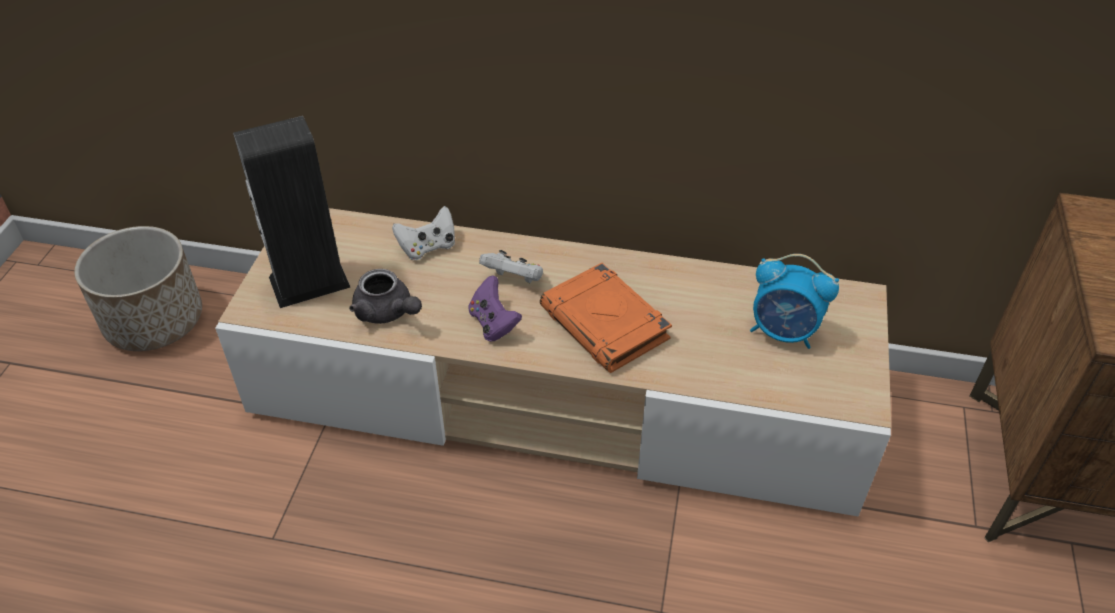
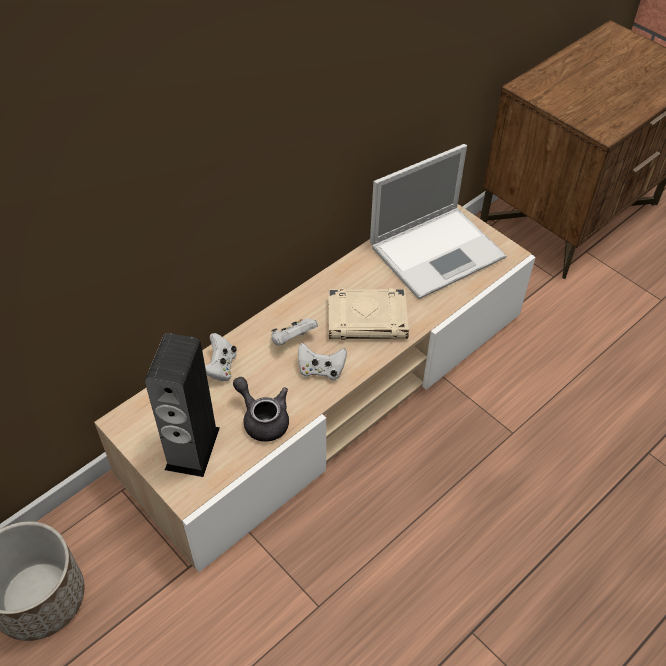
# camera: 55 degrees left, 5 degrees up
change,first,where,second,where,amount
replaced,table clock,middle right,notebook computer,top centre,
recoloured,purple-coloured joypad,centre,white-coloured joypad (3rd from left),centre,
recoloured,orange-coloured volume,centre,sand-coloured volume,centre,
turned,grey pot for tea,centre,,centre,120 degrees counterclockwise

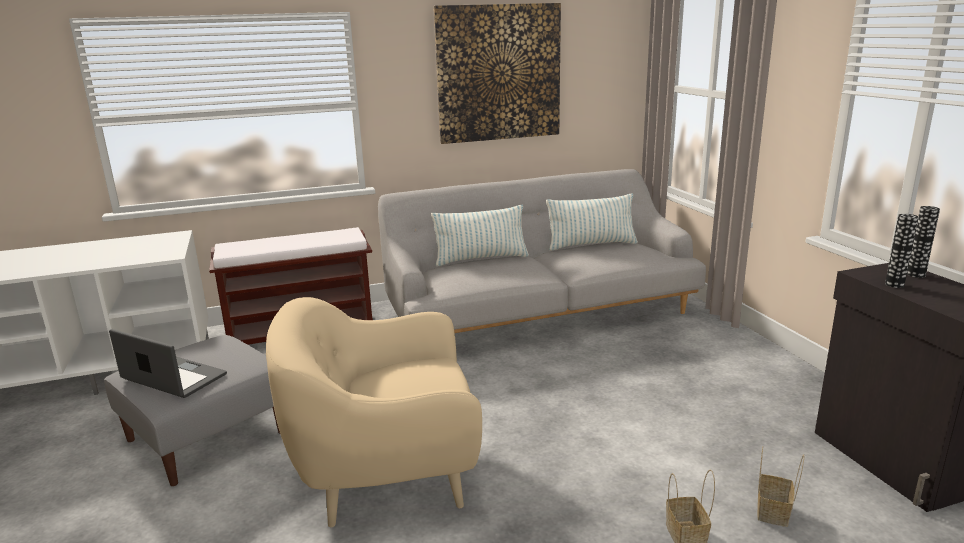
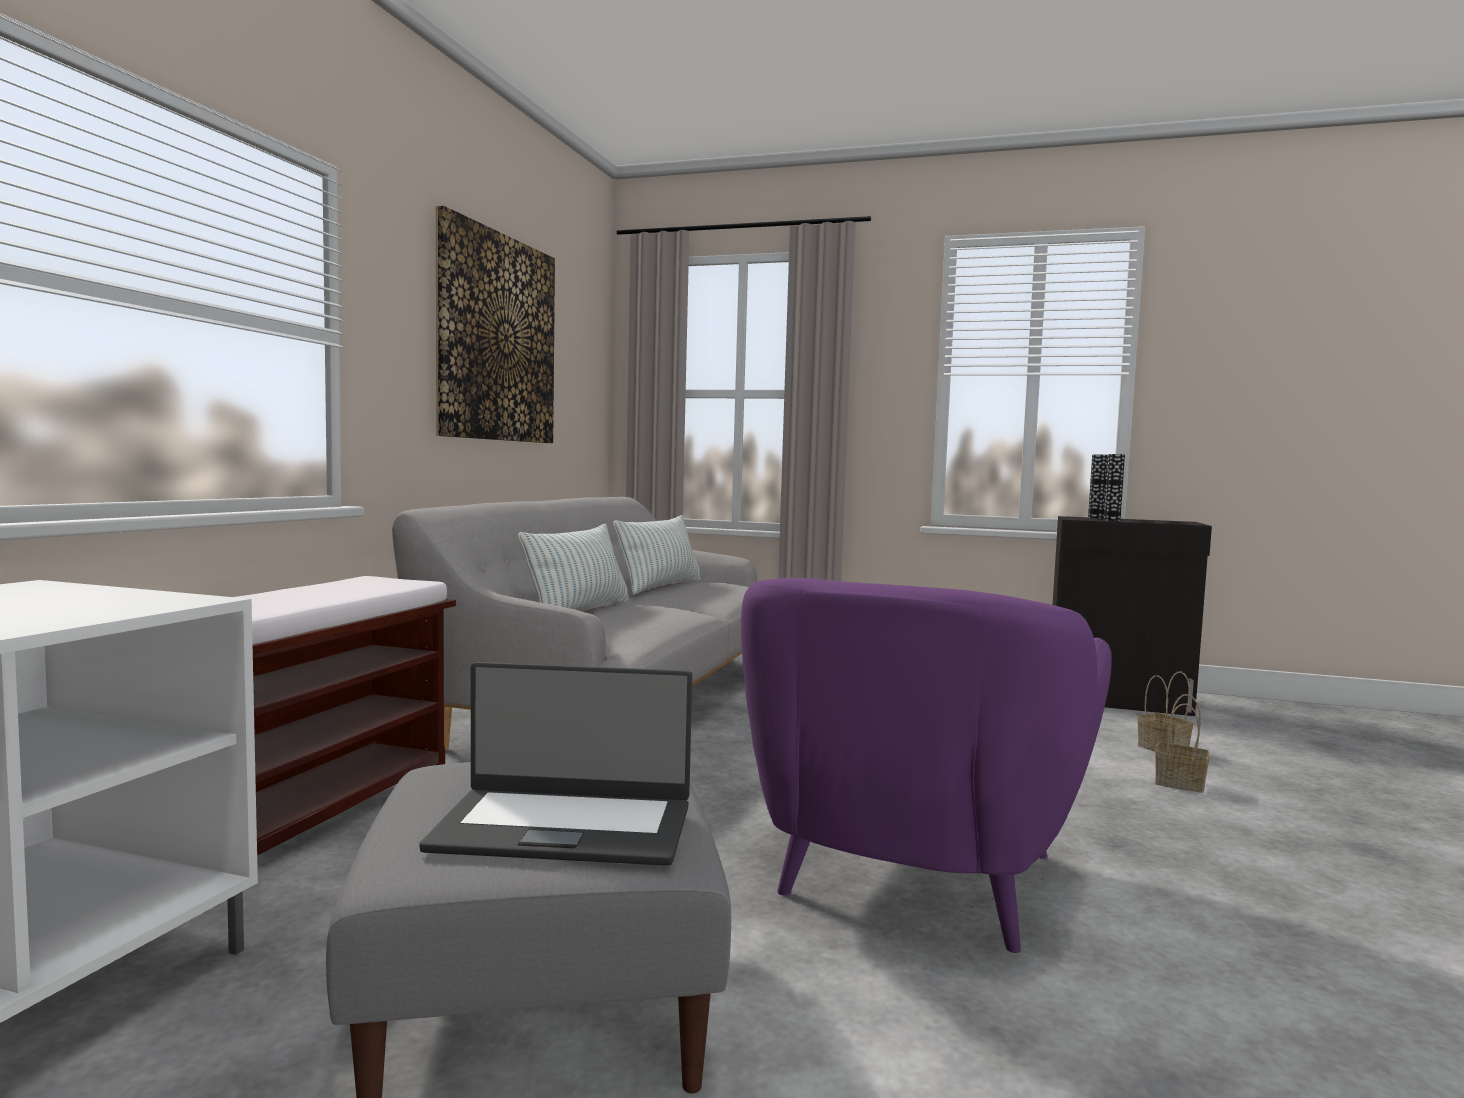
# camera: 55 degrees left, 15 degrees down
change,first,where,second,where,amount
recoloured,sand-coloured lounge chair,bottom centre,purple-coloured lounge chair,bottom centre,
turned,notebook computer,bottom left,,bottom centre,150 degrees counterclockwise

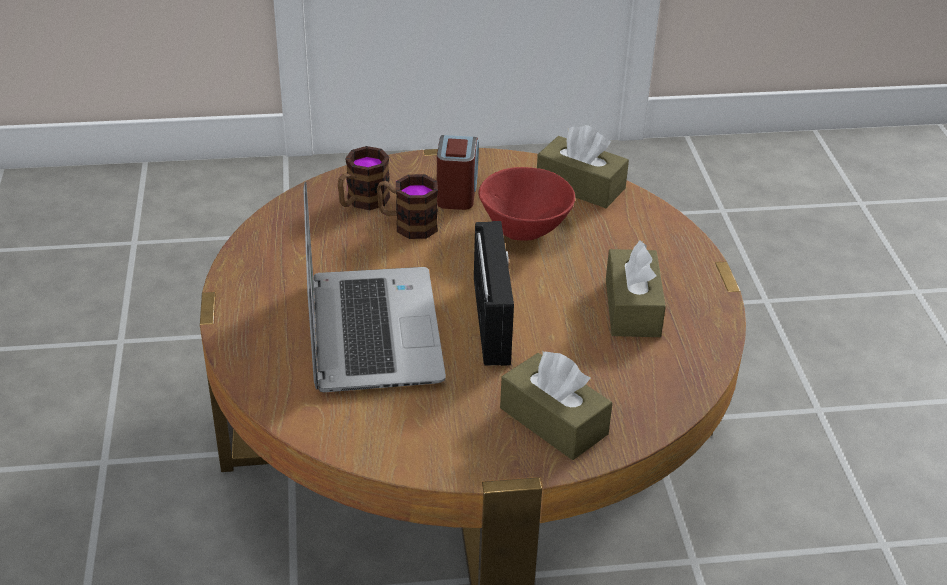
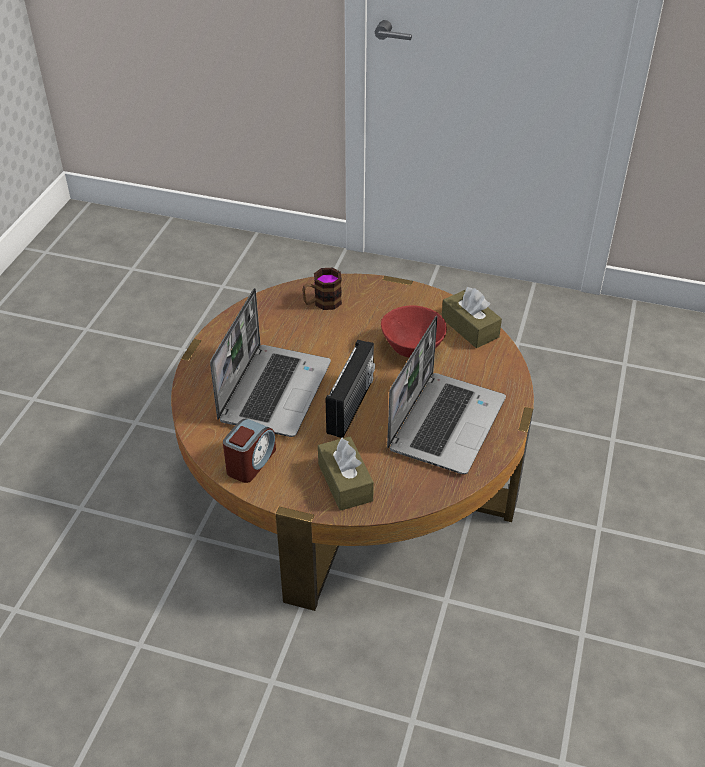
# camera: 25 degrees right, 5 degrees up
change,first,where,second,where,amount
removed,mug (2nd from left),centre,,,
moved,table clock,top centre,,centre,
replaced,brown-coloured tissue box (3rd from left),middle right,notebook computer (2nd from left),centre,

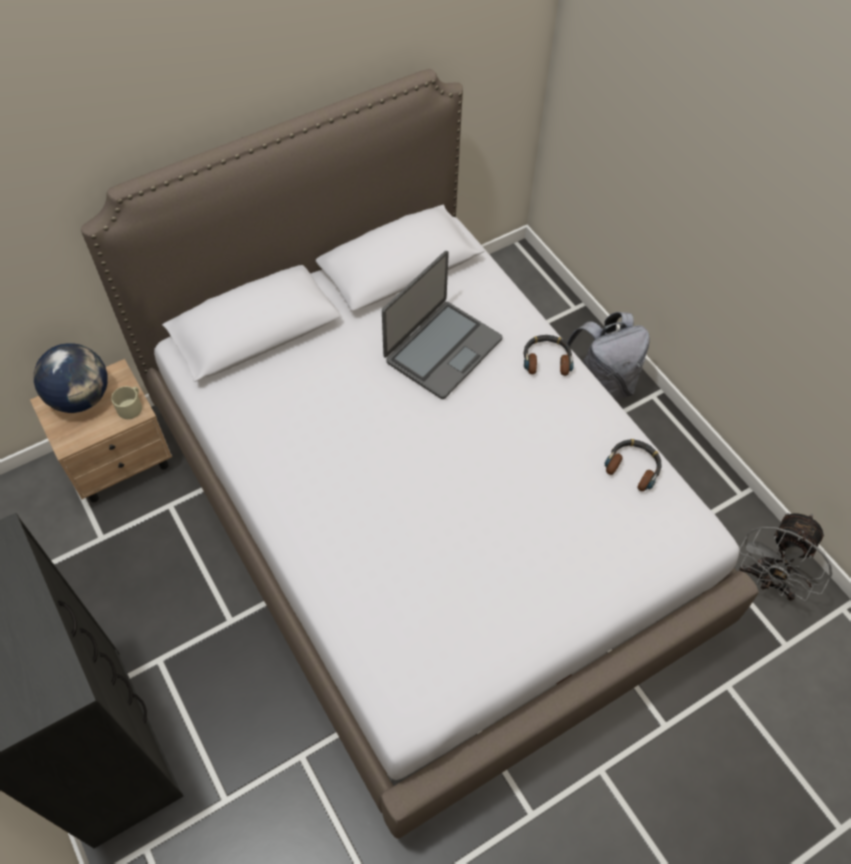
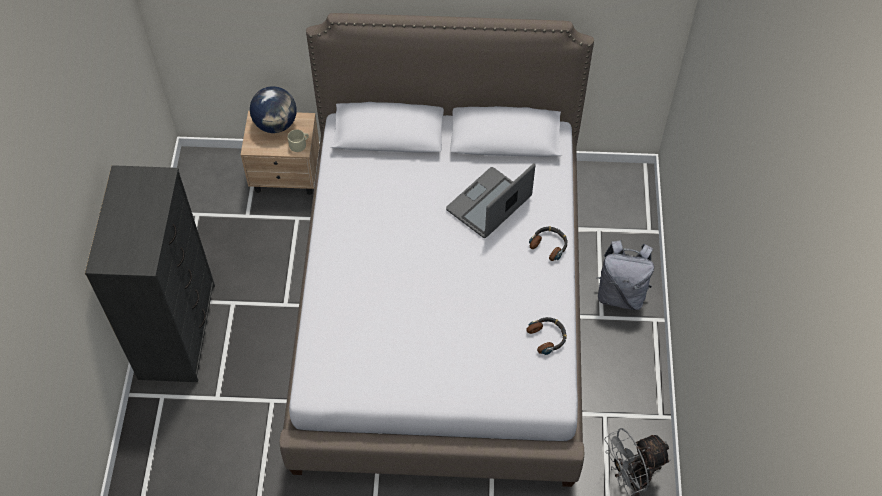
# camera: 35 degrees right, 0 degrees up
change,first,where,second,where,amount
turned,notebook computer,centre,,centre,150 degrees clockwise

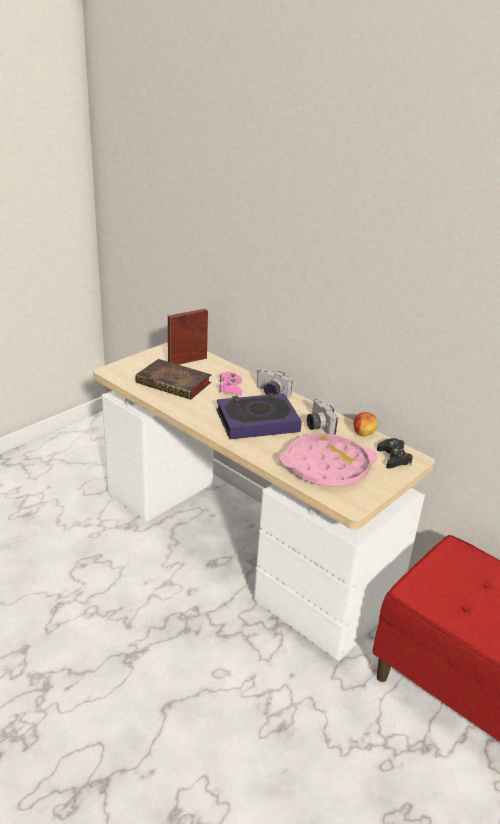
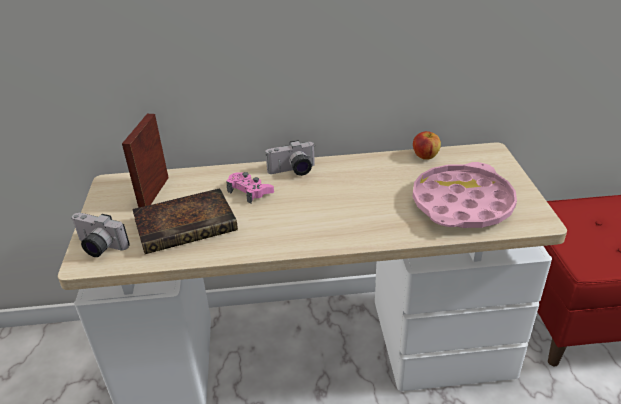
# camera: 45 degrees left, 5 degrees up
change,first,where,second,where,amount
removed,volume (2nd from left),centre,,,
removed,blackish joypad,middle right,,,
moved,still camera (2nd from left in the first image),centre,still camera (1st from left),middle left,

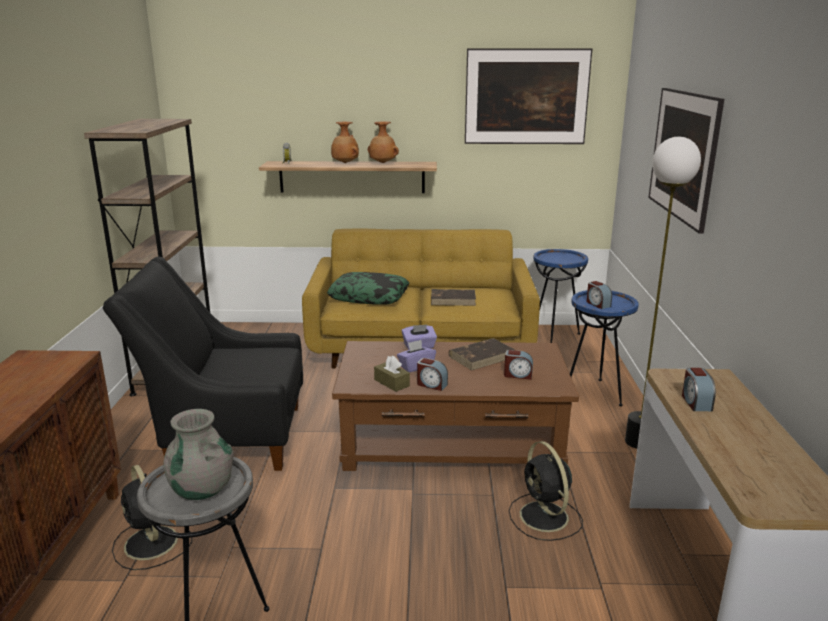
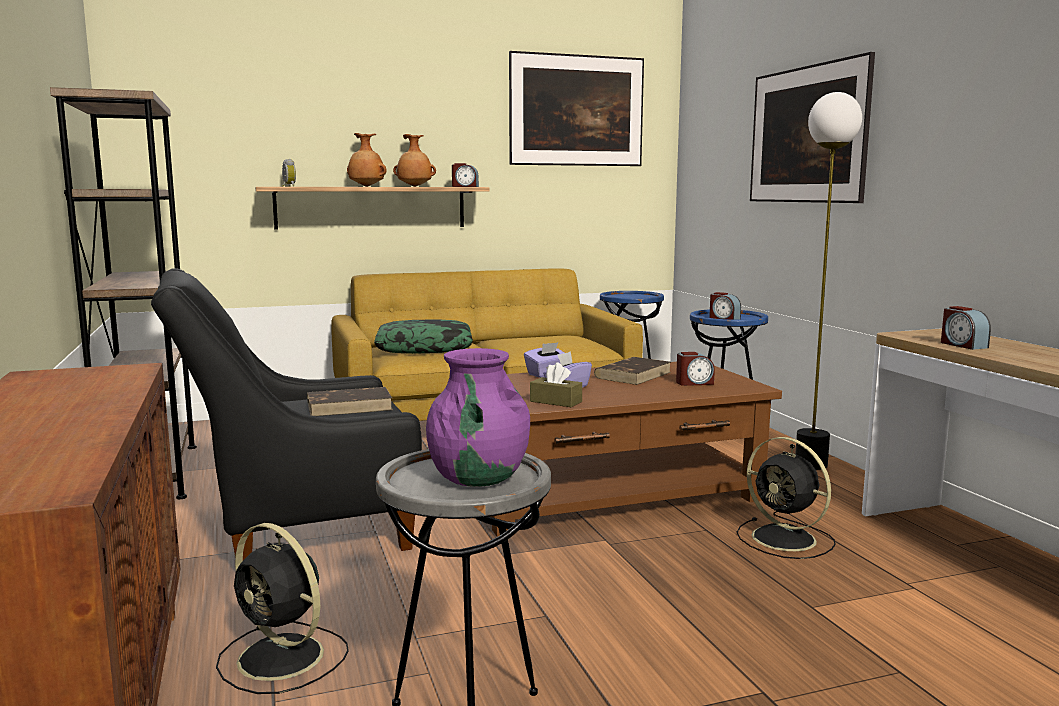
# camera: 20 degrees left, 10 degrees down
change,first,where,second,where,amount
moved,table clock (2nd from left),centre,,top centre,
moved,brown-coloured volume (1st from left),centre,,middle left,
recoloured,grey flower vase,bottom left,purple-coloured flower vase,centre,

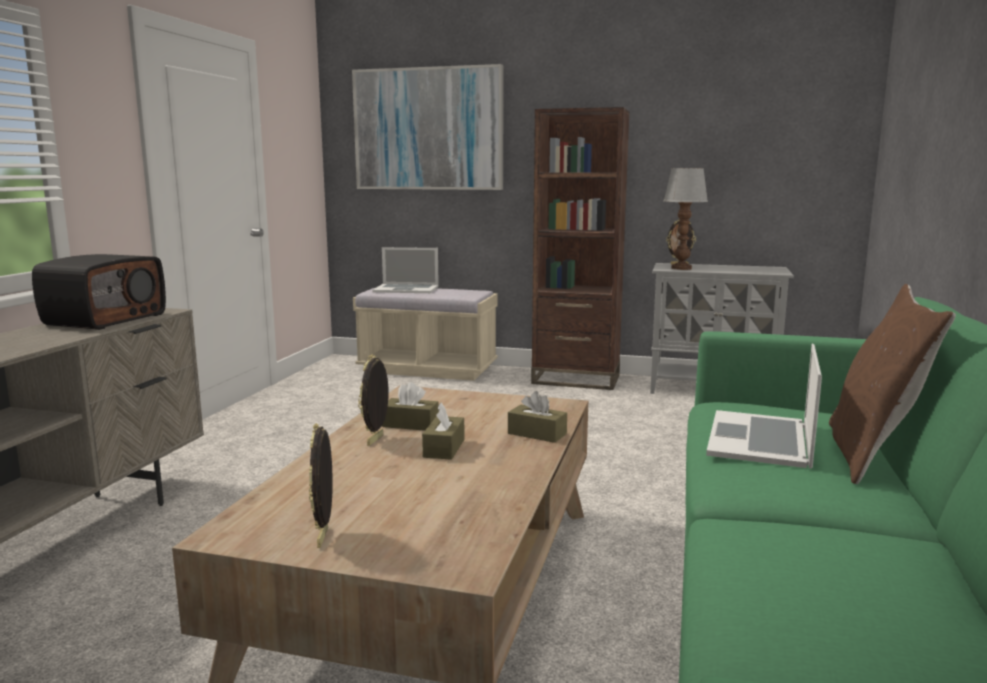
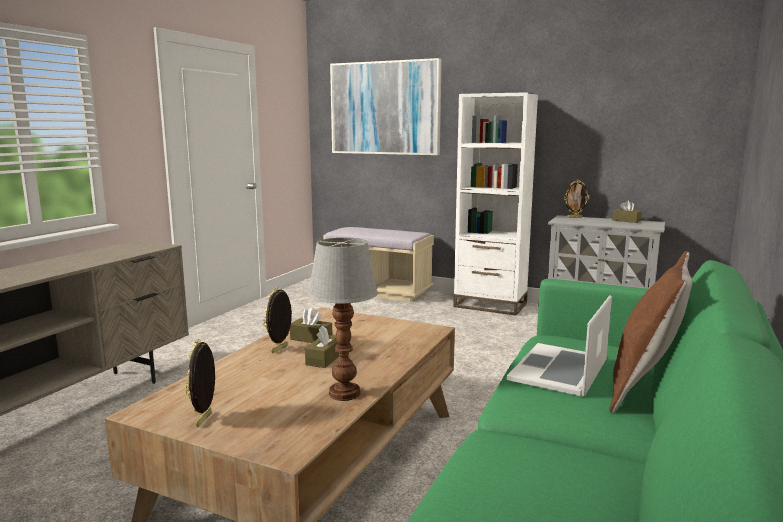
# camera: 10 degrees right, 0 degrees up
change,first,where,second,where,amount
removed,radio set,middle left,,,
removed,notebook computer (1st from left),centre,,,
moved,brown-coloured tissue box (3rd from left),centre,,middle right,
moved,lamp for a table,top right,,centre,
recoloured,brown-coloured bookcase,centre,white-coloured bookcase,centre,

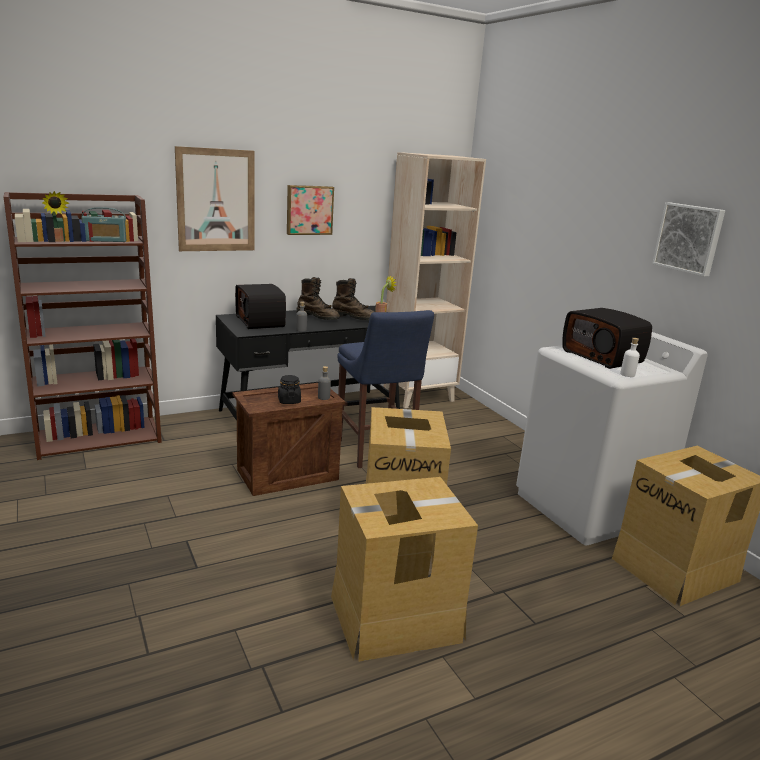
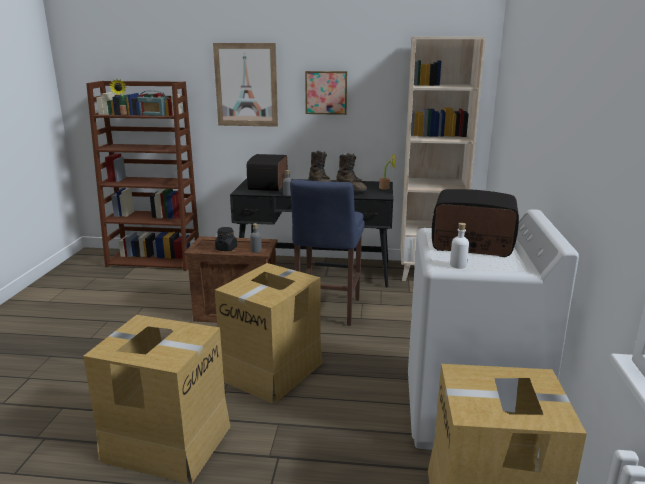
# camera: 35 degrees right, 0 degrees up
change,first,where,second,where,amount
removed,wall picture (3rd from left),top right,,,
turned,radio set (3rd from left),middle right,,middle right,105 degrees clockwise

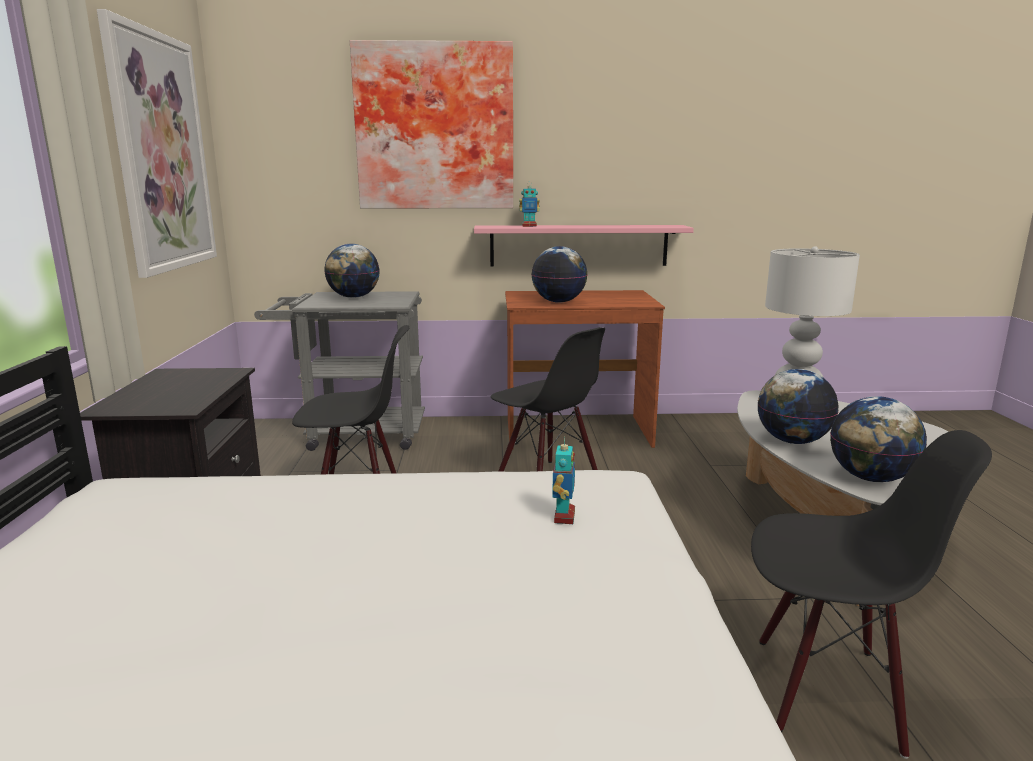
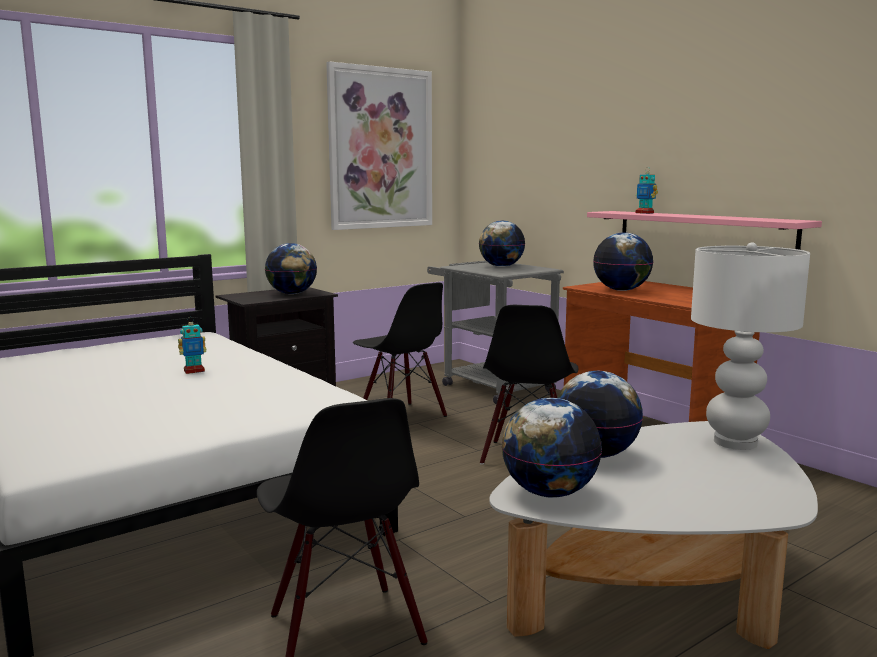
# camera: 55 degrees right, 5 degrees down
change,first,where,second,where,amount
removed,wall picture (2nd from left),top centre,,,
added,,,world globe (1st from left),middle left,
moved,toy robot (2nd from left in the first image),centre,toy robot (1st from left),middle left,

